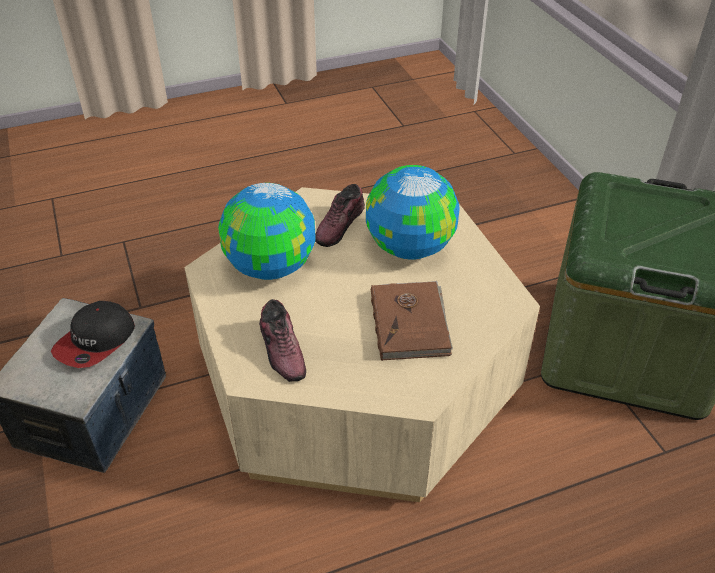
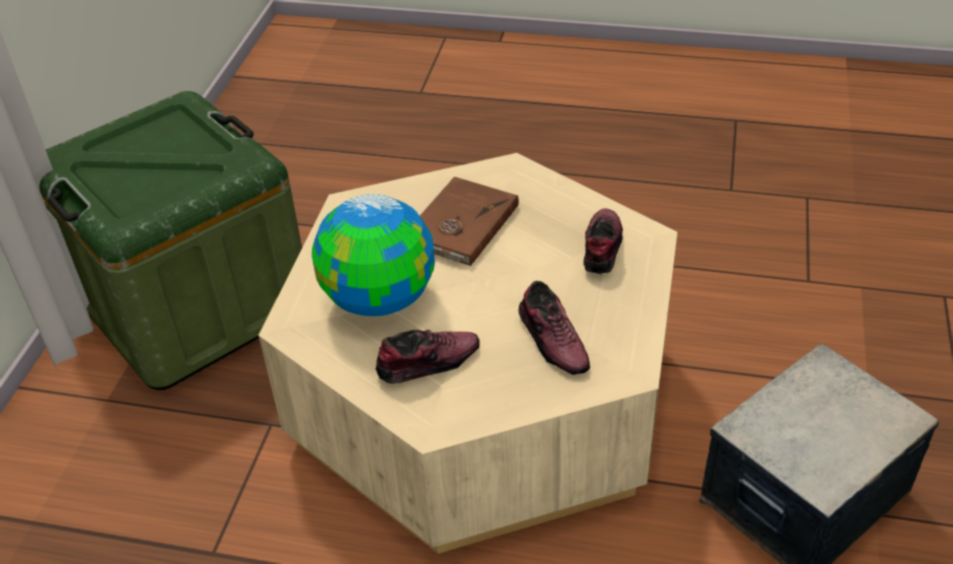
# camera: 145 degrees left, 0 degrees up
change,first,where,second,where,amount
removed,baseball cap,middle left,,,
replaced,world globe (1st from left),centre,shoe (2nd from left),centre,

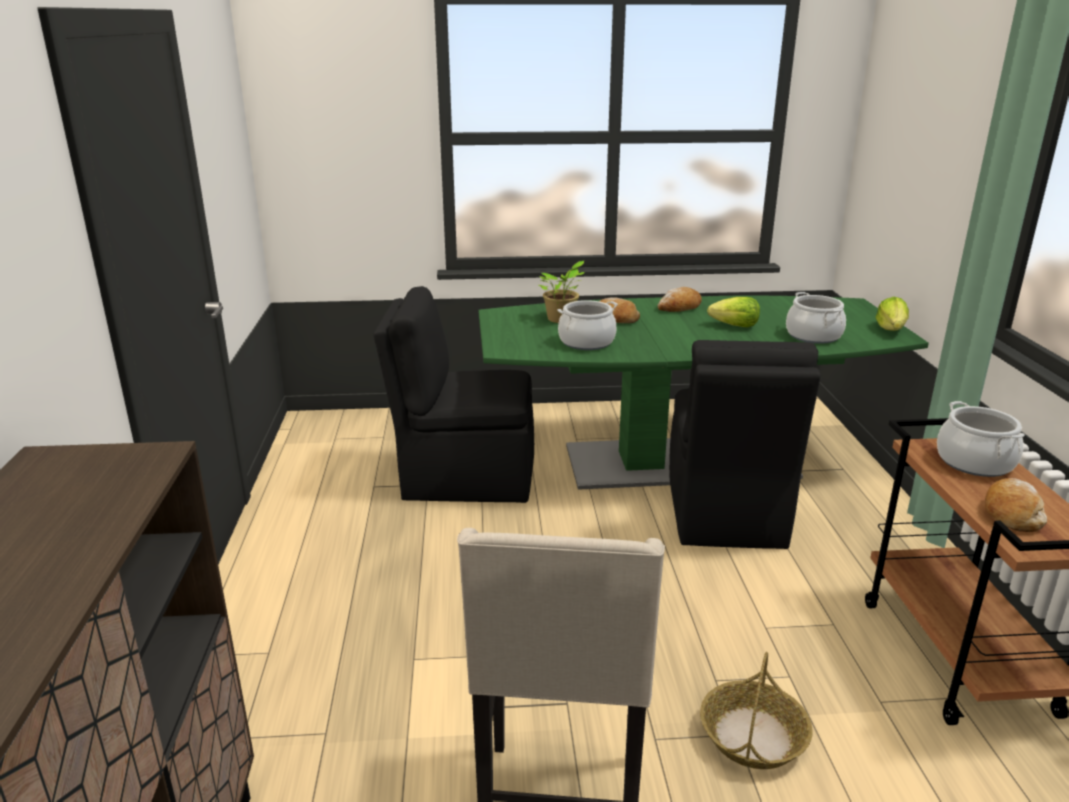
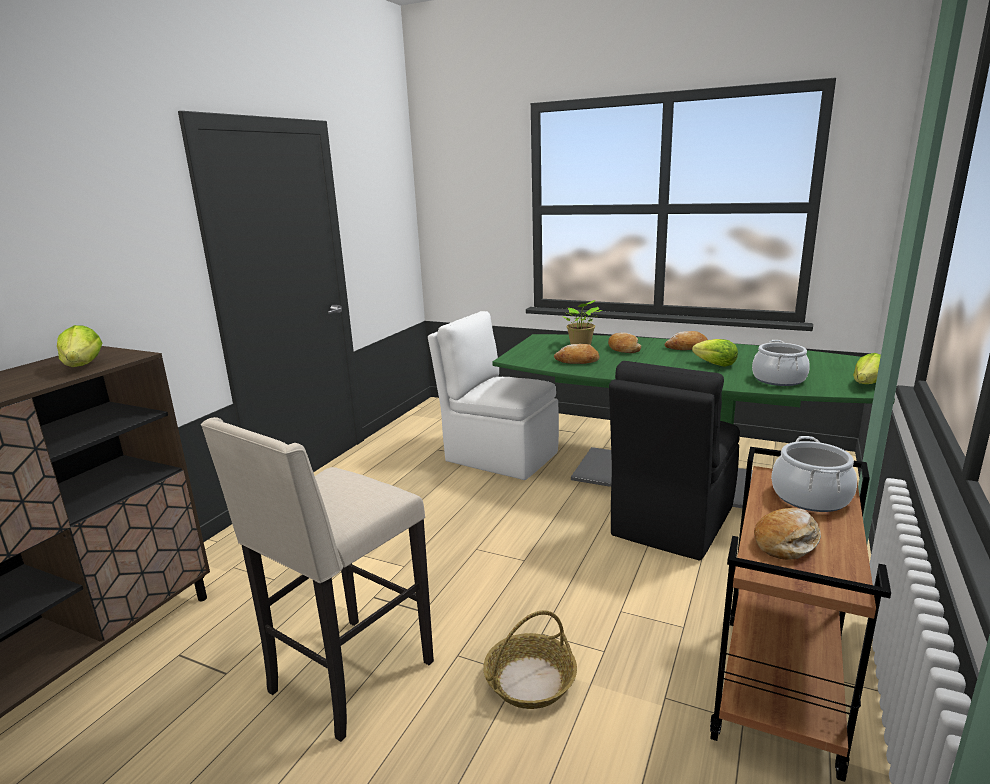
# camera: 30 degrees right, 5 degrees down
change,first,where,second,where,amount
added,,,lettuce (1st from left),middle left,
replaced,cooking pot (1st from left),centre,baked bread (1st from left),centre,
recoloured,blackish chair (1st from left),centre,white-coloured chair,centre,

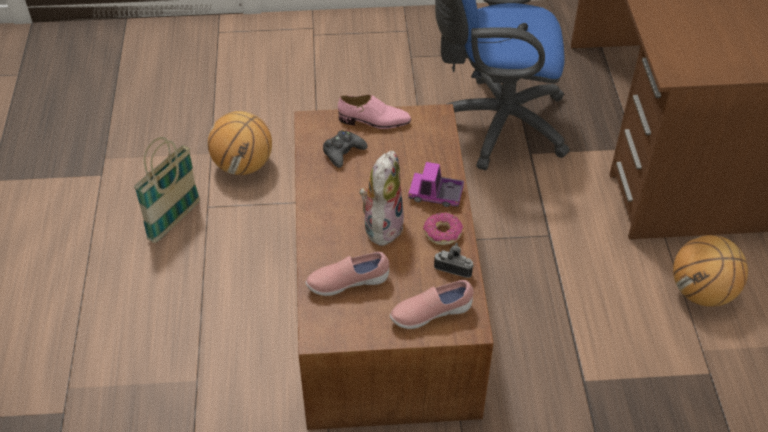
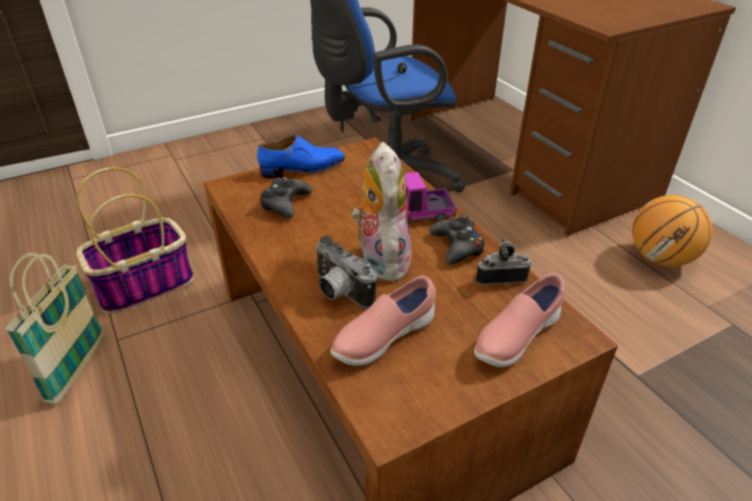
# camera: 25 degrees left, 10 degrees down
change,first,where,second,where,amount
added,,,still camera (1st from left),centre,
replaced,basketball (1st from left),top left,basket (2nd from left),middle left,
replaced,ring doughnut,centre,blackish joypad (2nd from left),centre,
recoloured,pink shoe (2nd from left),top centre,blue shoe,top centre,

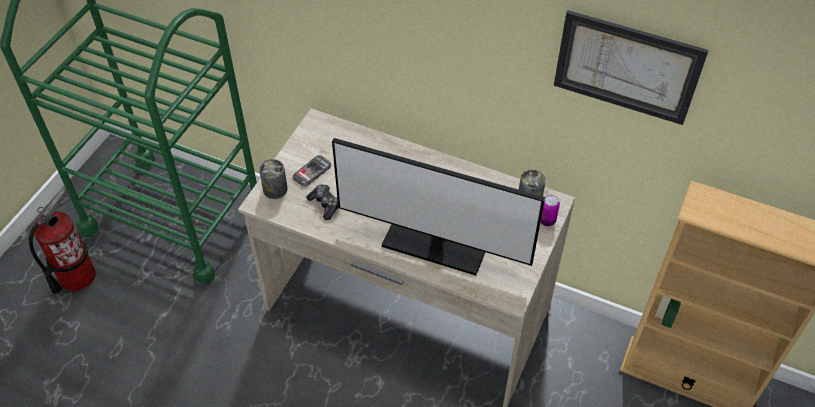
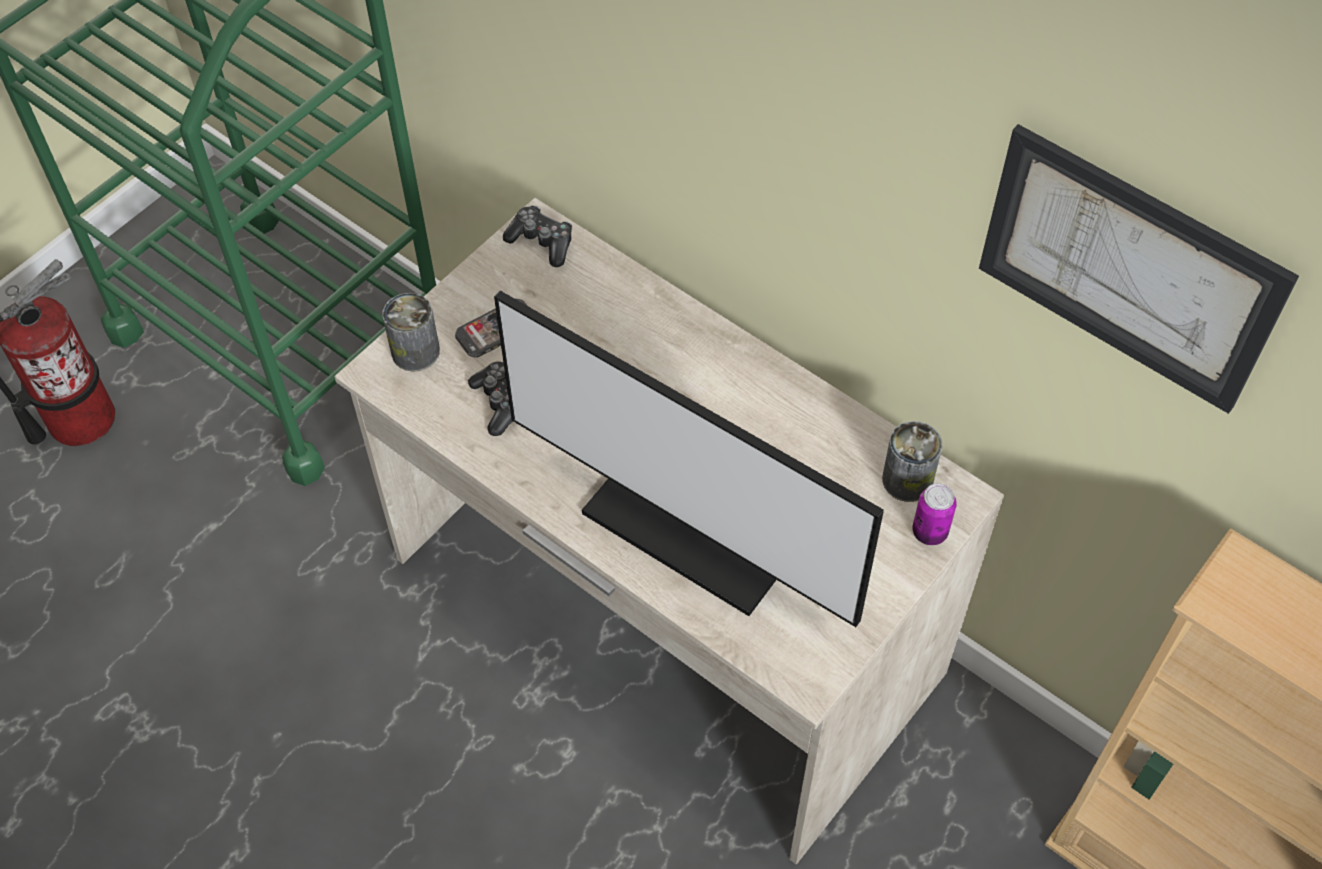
# camera: 15 degrees right, 5 degrees up
change,first,where,second,where,amount
added,,,joypad (2nd from left),top centre,

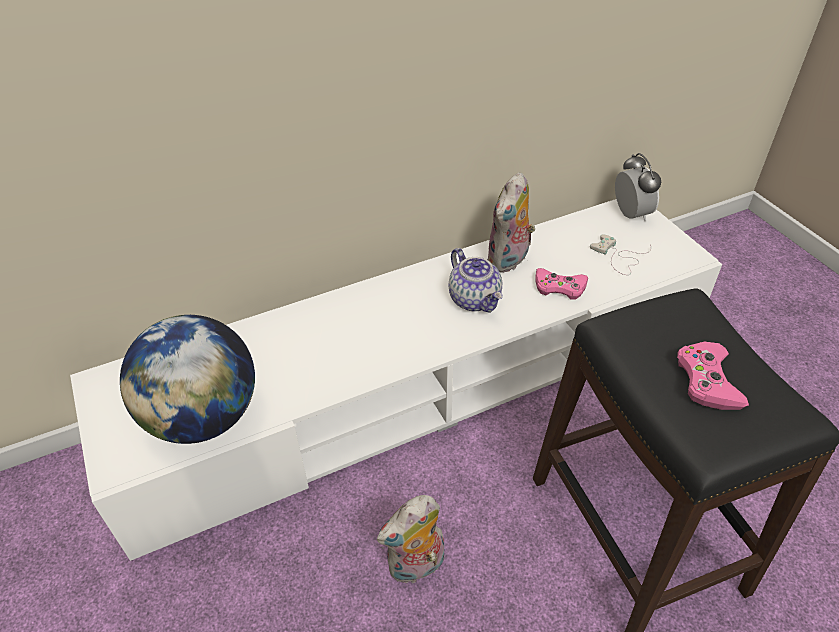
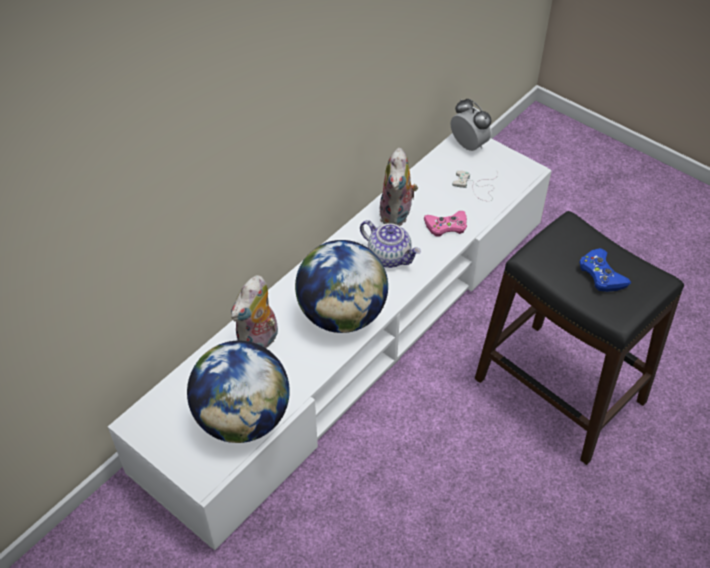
# camera: 25 degrees left, 5 degrees up
change,first,where,second,where,amount
added,,,world globe (2nd from left),centre,
moved,soft toy (1st from left),bottom centre,,centre,
recoloured,pink joypad (2nd from left),middle right,blue joypad,middle right,

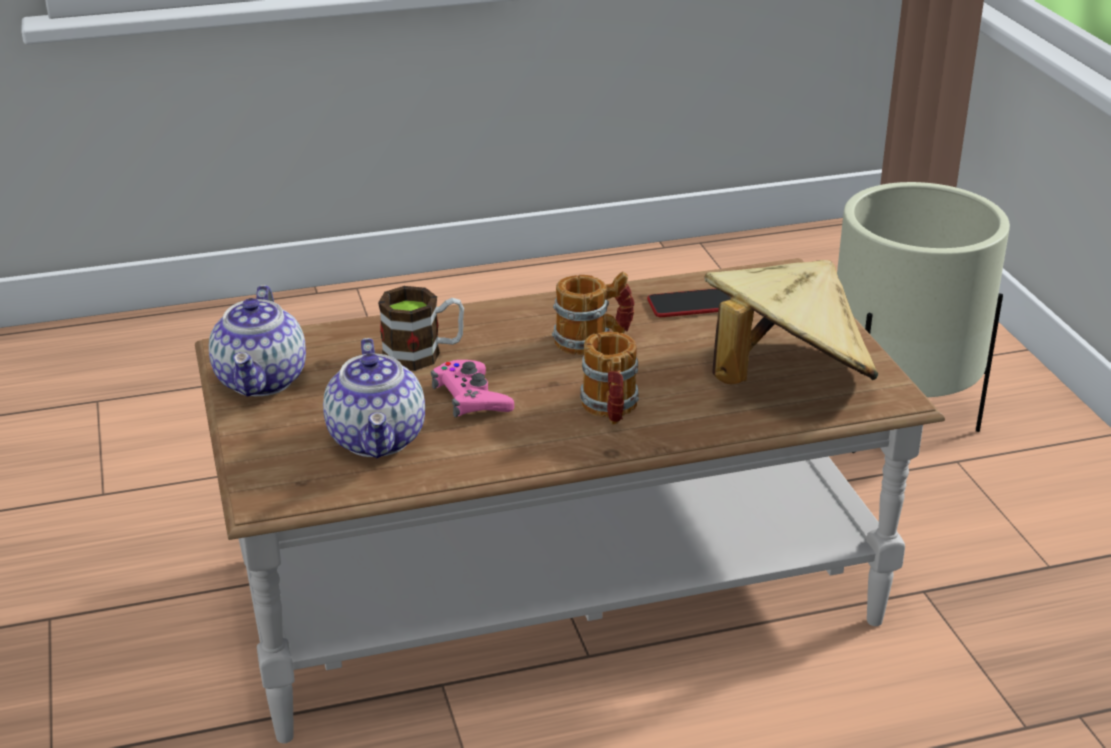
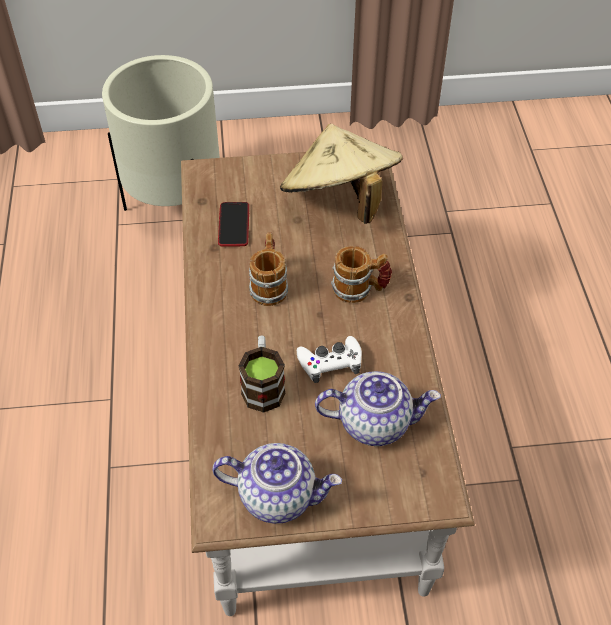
# camera: 80 degrees left, 20 degrees up
change,first,where,second,where,amount
recoloured,pink joypad,centre,white-coloured joypad,centre,

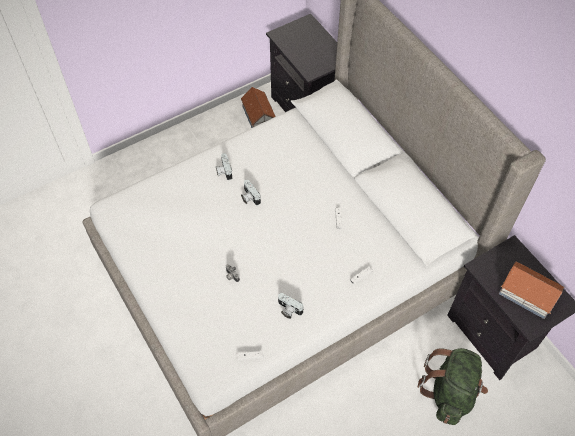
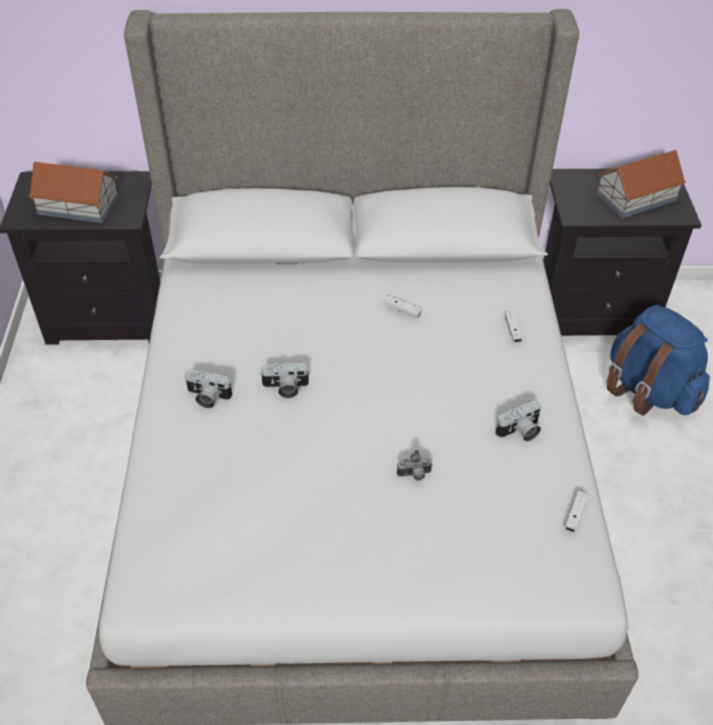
# camera: 60 degrees left, 10 degrees down
change,first,where,second,where,amount
moved,model house (1st from left),top centre,,top left,
recoloured,green-coloured rucksack,bottom right,blue rucksack,middle right,

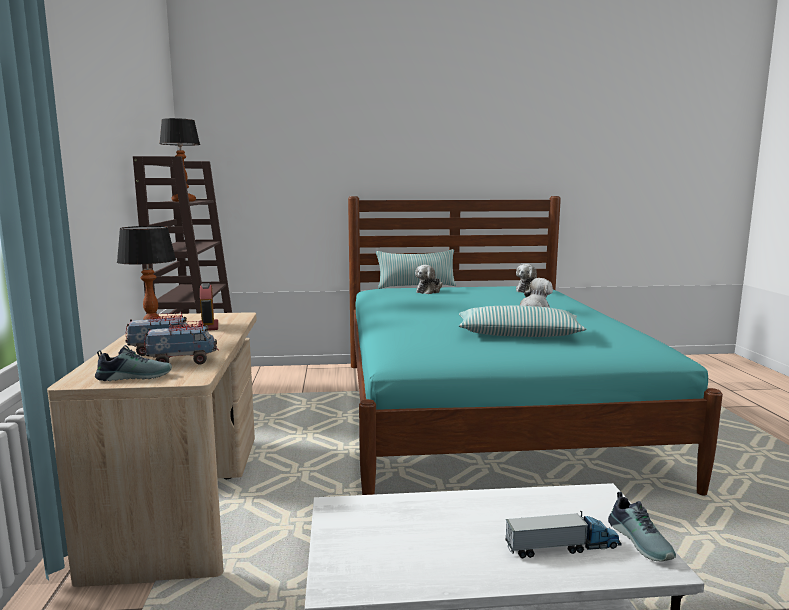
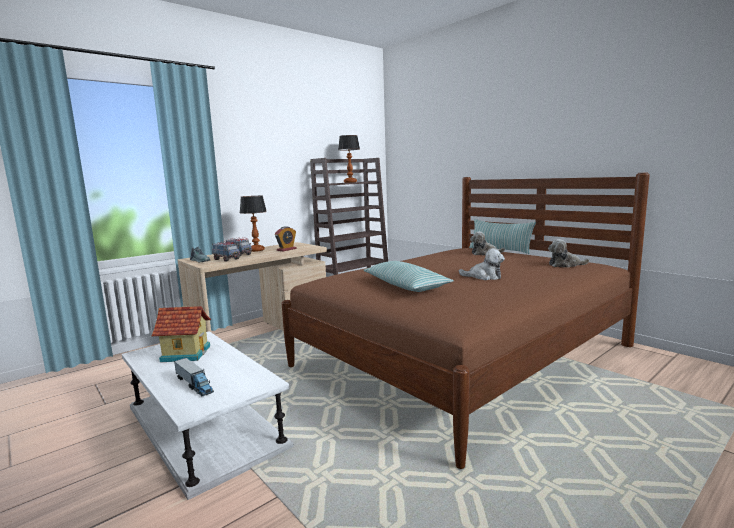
# camera: 55 degrees right, 0 degrees up
change,first,where,second,where,amount
removed,shoe (2nd from left),bottom right,,,
added,,,model house,middle left,
recoloured,turquoise-coloured sleeping bed,middle right,brown-coloured sleeping bed,centre,

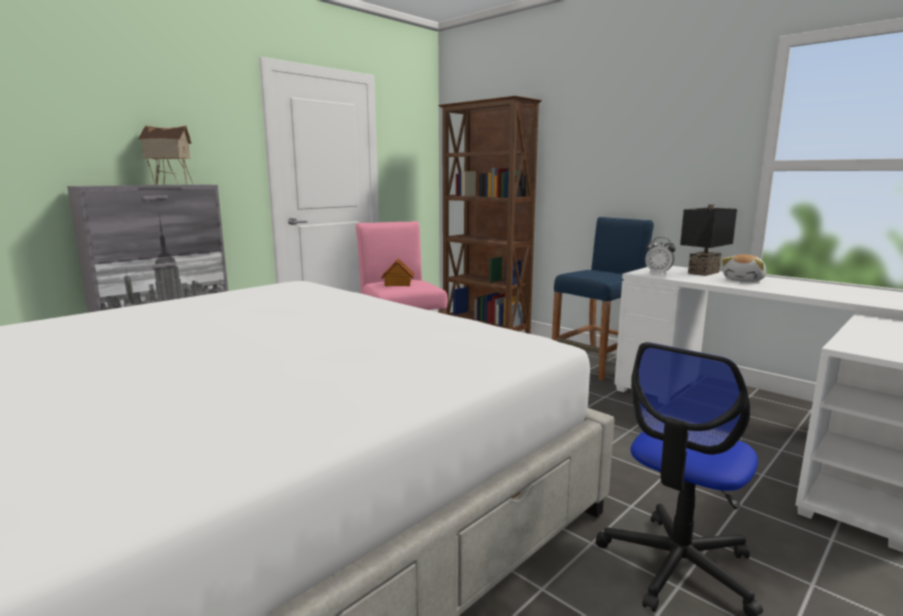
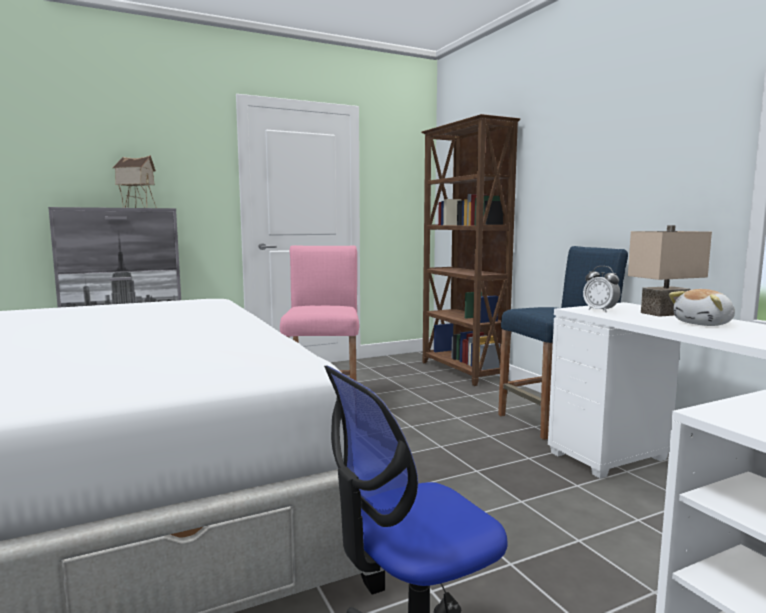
# camera: 20 degrees right, 5 degrees down
change,first,where,second,where,amount
removed,model house (2nd from left),centre,,,
recoloured,blackish lamp for a table,middle right,sand-coloured lamp for a table,middle right,

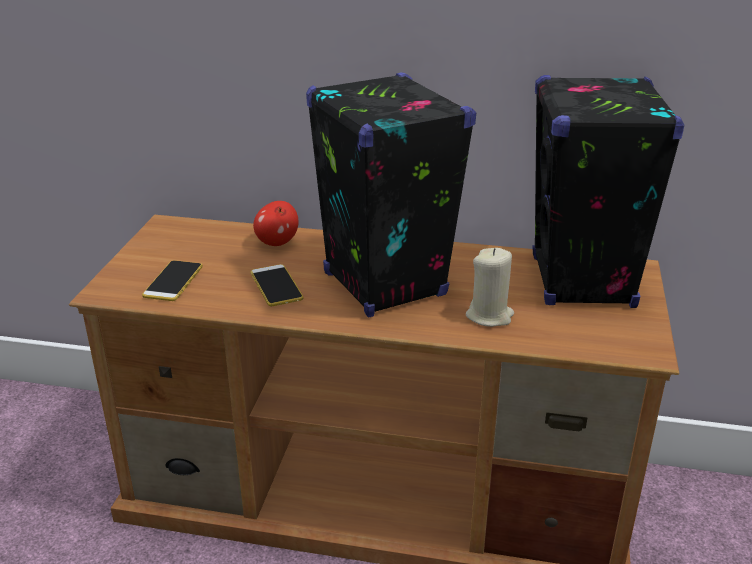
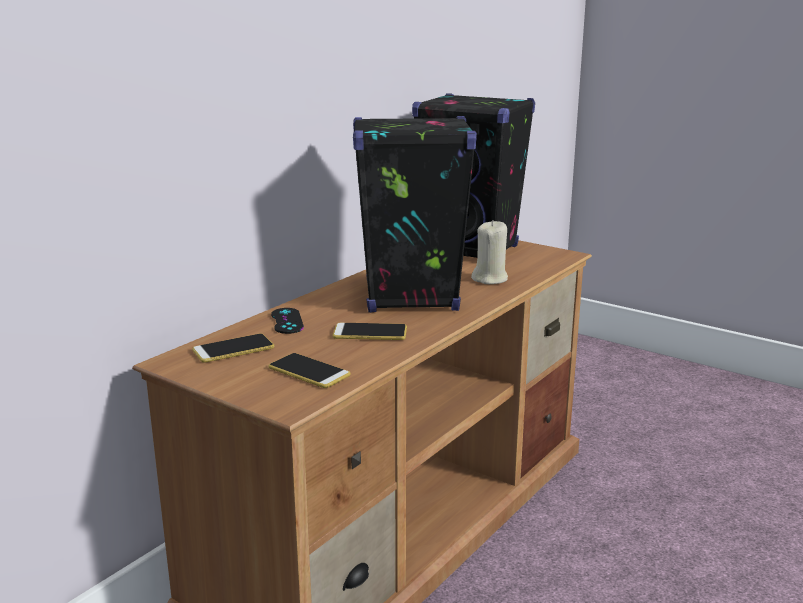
# camera: 65 degrees left, 10 degrees down
change,first,where,second,where,amount
added,,,telephone (1st from left),middle left,
replaced,whole apple,centre,blackish joypad,centre,

